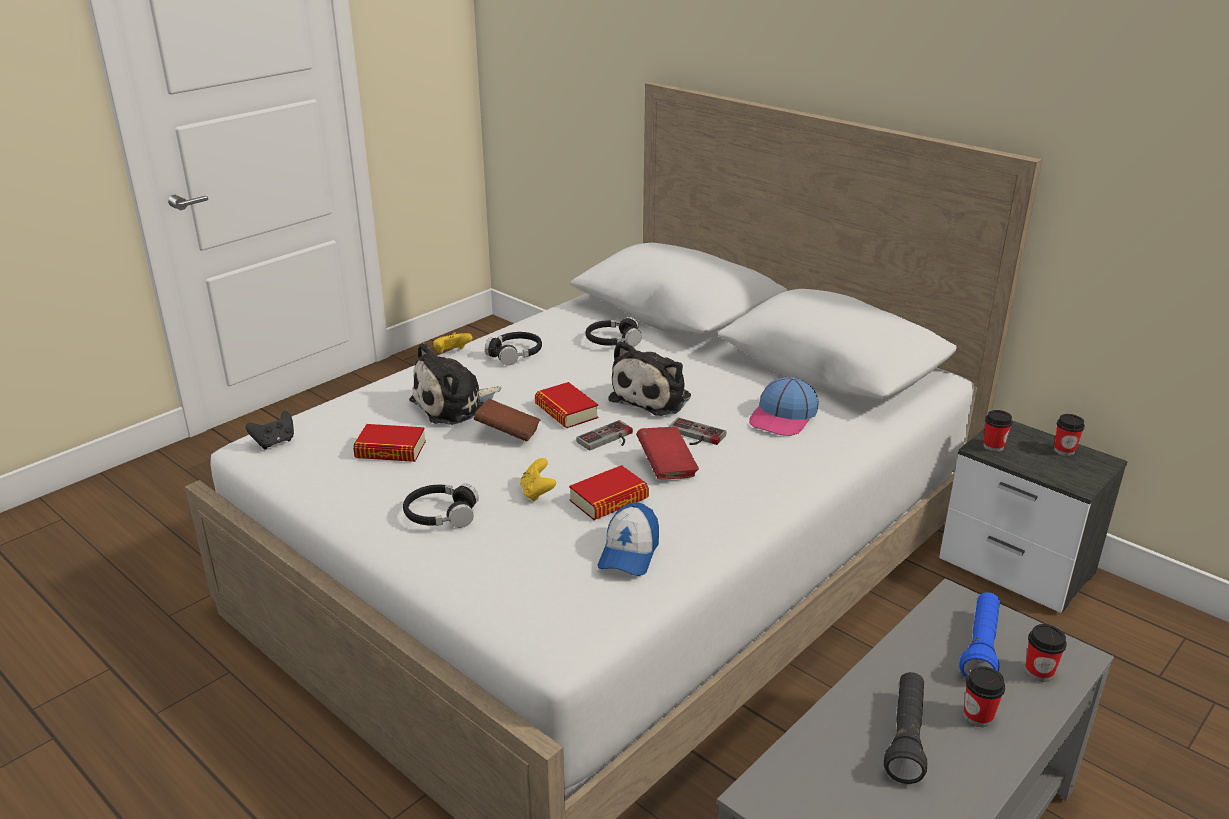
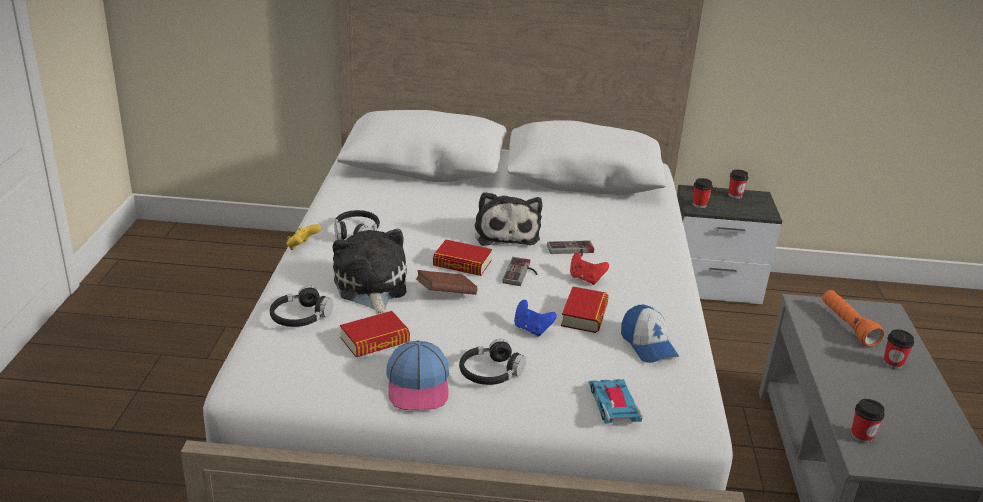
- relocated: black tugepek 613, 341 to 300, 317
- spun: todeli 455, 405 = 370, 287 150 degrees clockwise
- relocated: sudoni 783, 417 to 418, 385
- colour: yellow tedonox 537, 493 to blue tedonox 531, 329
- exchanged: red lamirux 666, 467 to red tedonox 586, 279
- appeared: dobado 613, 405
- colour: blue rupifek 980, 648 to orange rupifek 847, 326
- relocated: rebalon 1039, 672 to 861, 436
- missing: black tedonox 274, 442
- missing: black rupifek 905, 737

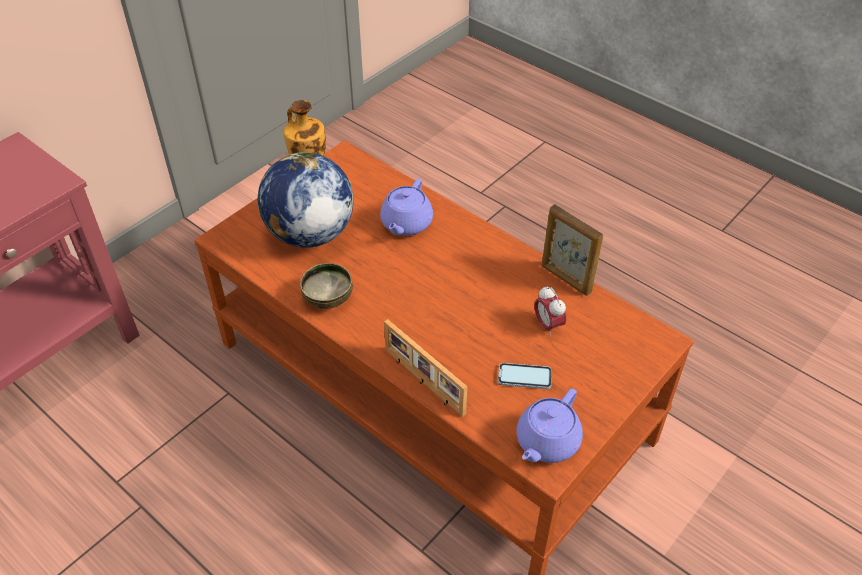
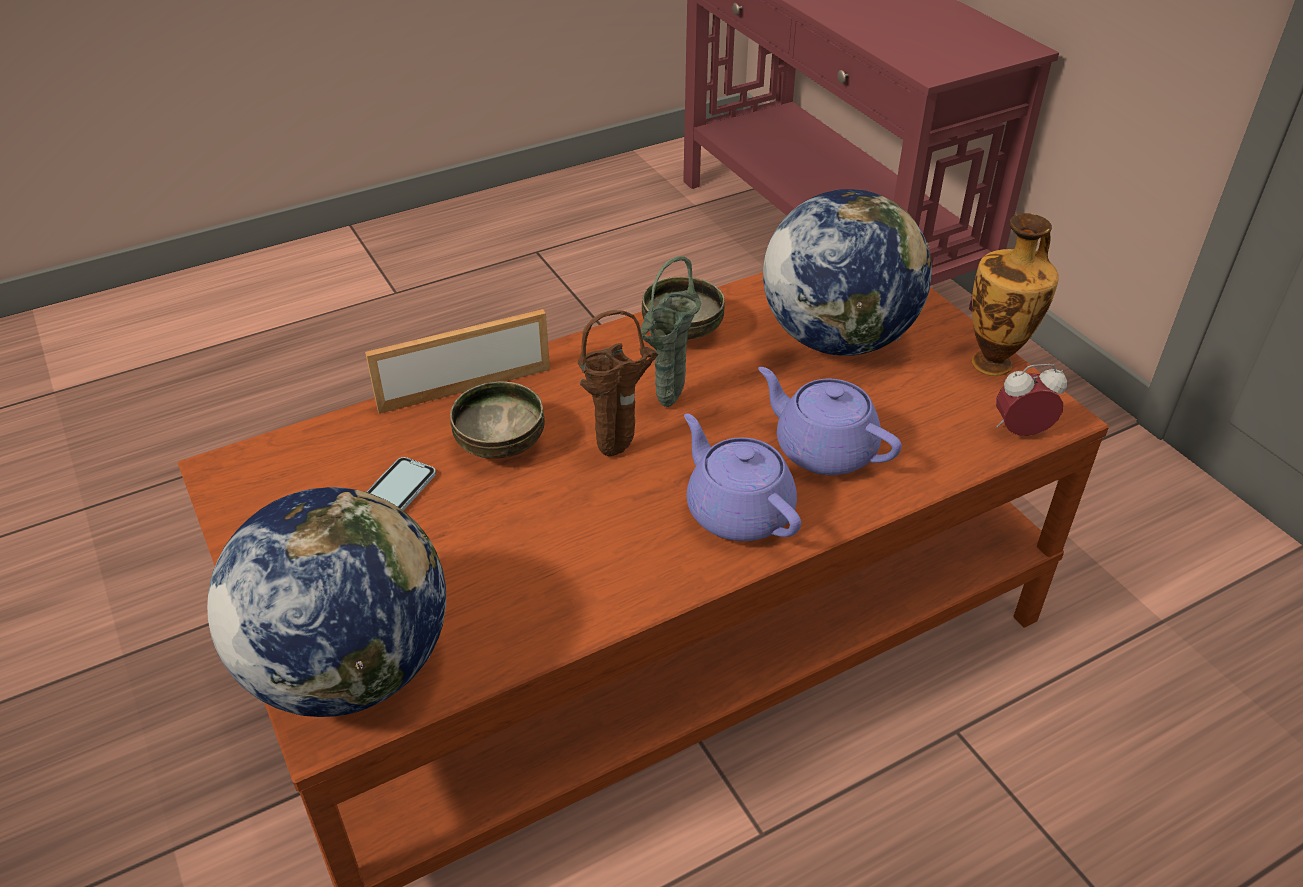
- appeared: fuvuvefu 349, 667
- appeared: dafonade 502, 445
- appeared: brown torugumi 619, 451
- appeared: green torugumi 668, 405
- relocated: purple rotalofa 546, 442 to 737, 511
- relocated: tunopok 548, 325 to 1021, 431
- missing: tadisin 565, 279

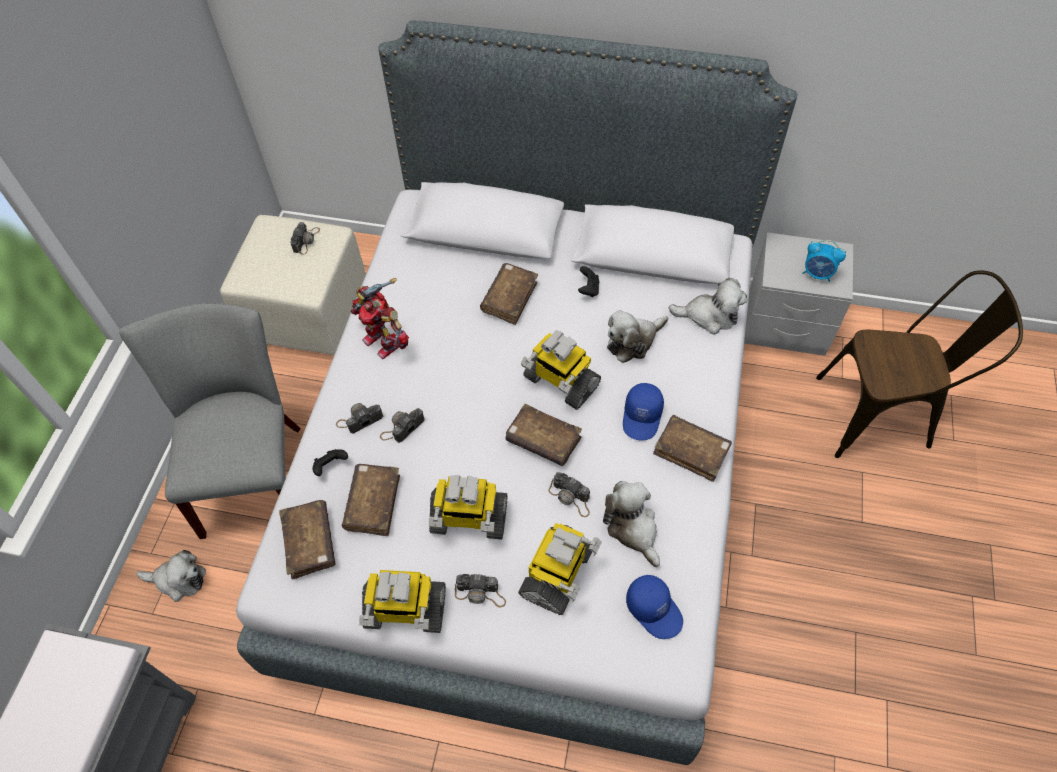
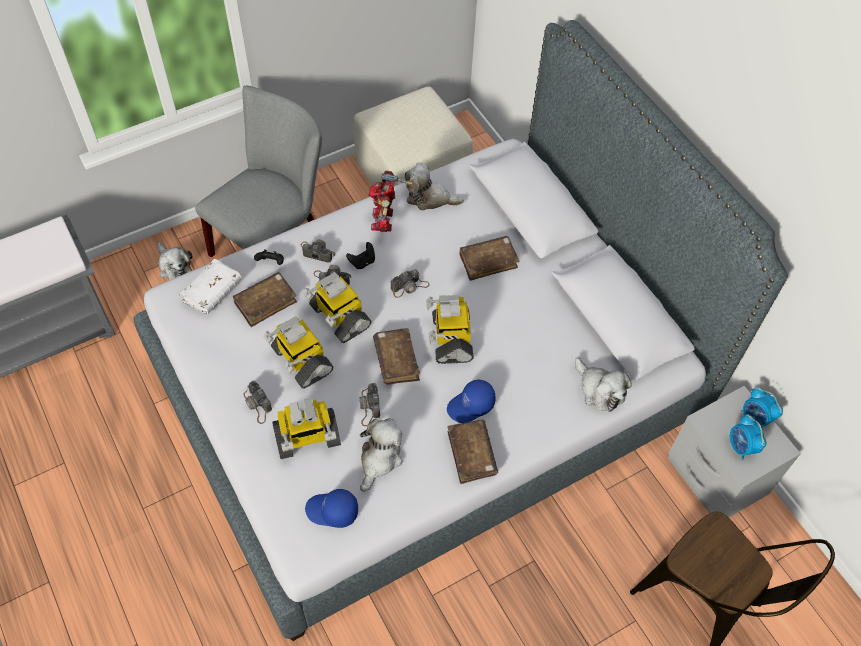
- colour: brown lamirux 310, 542 to white lamirux 212, 291
- relocated: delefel 405, 610 to 339, 317
- spun: blue sudoni 654, 609 = 332, 511 90 degrees clockwise
- relocated: black tedonox 588, 289 to 362, 262
- relocated: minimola 306, 240 to 409, 287
- relocated: todeli 633, 341 to 429, 198
- appeared: tunopok 755, 418

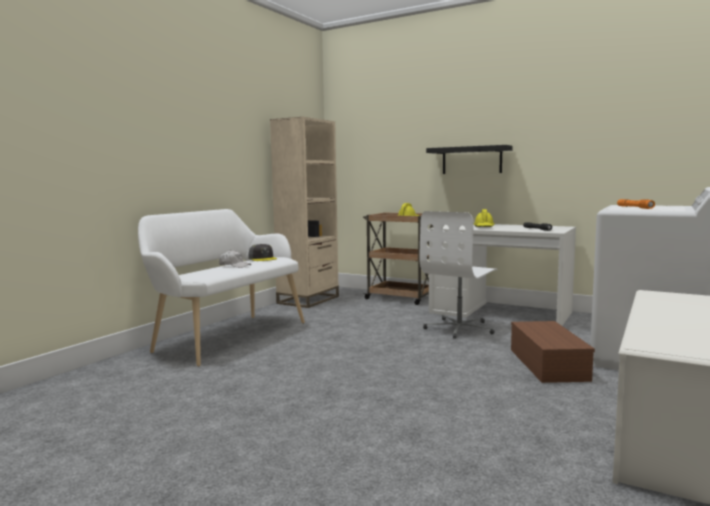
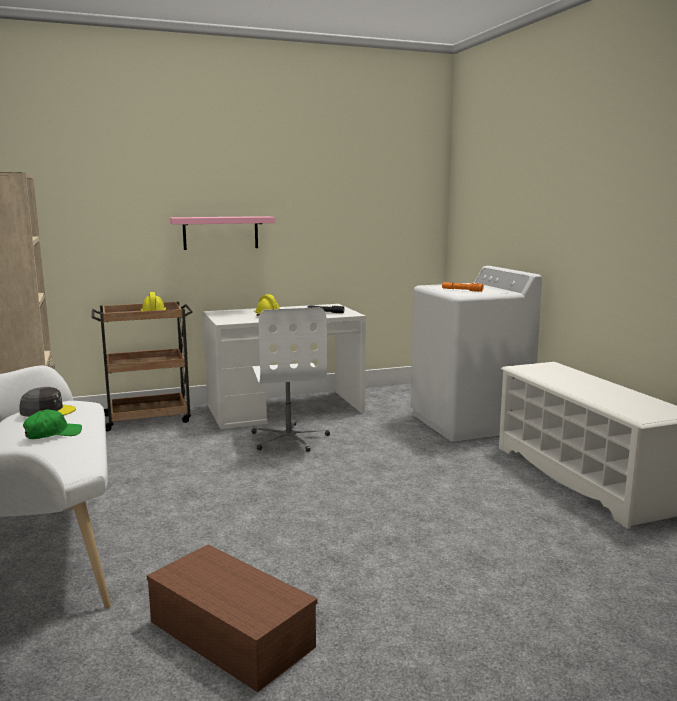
- colour: white sudoni 234, 266 to green sudoni 52, 434
- relocated: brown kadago 546, 364 to 228, 634
- colour: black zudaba 471, 160 to pink zudaba 220, 233

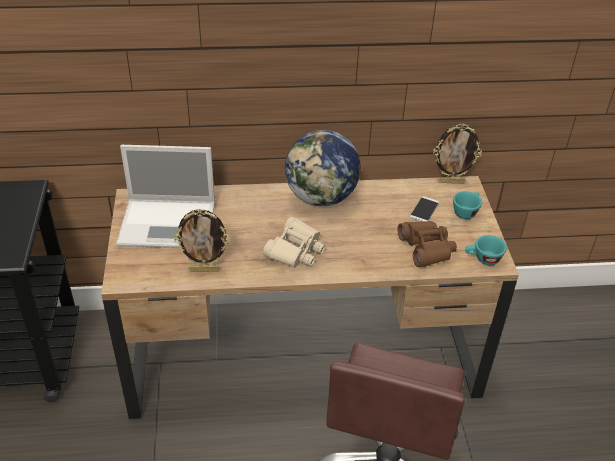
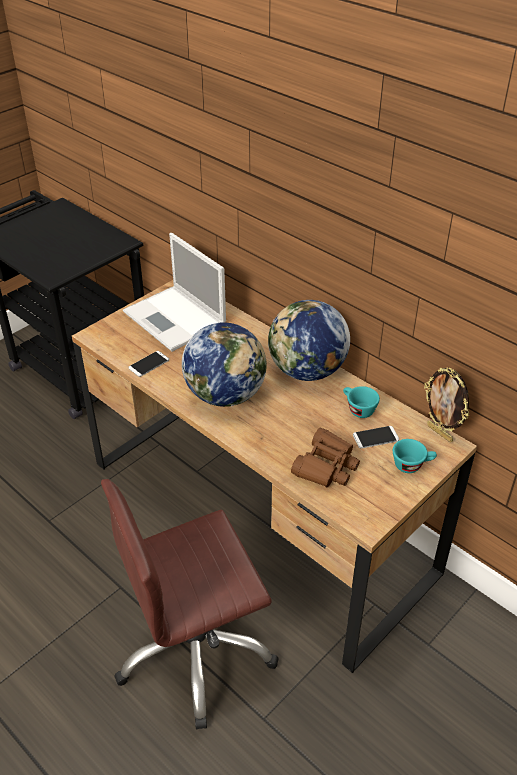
- exchanged: tadisin 205, 270 to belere 149, 364
- exchanged: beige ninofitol 295, 250 to fuvuvefu 225, 395
- relocated: turquoise rebalon 483, 259 to 357, 409

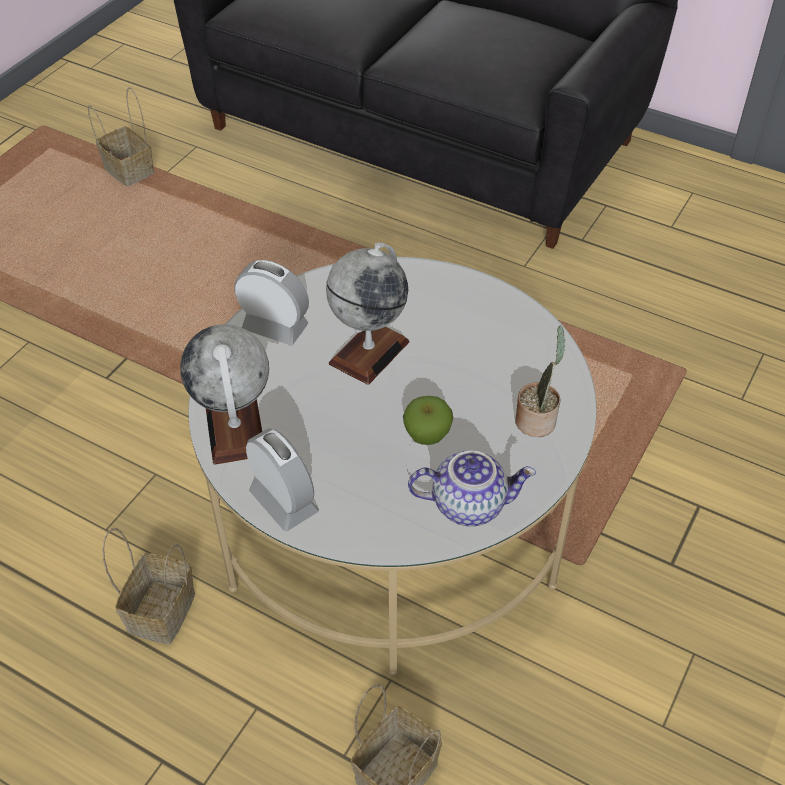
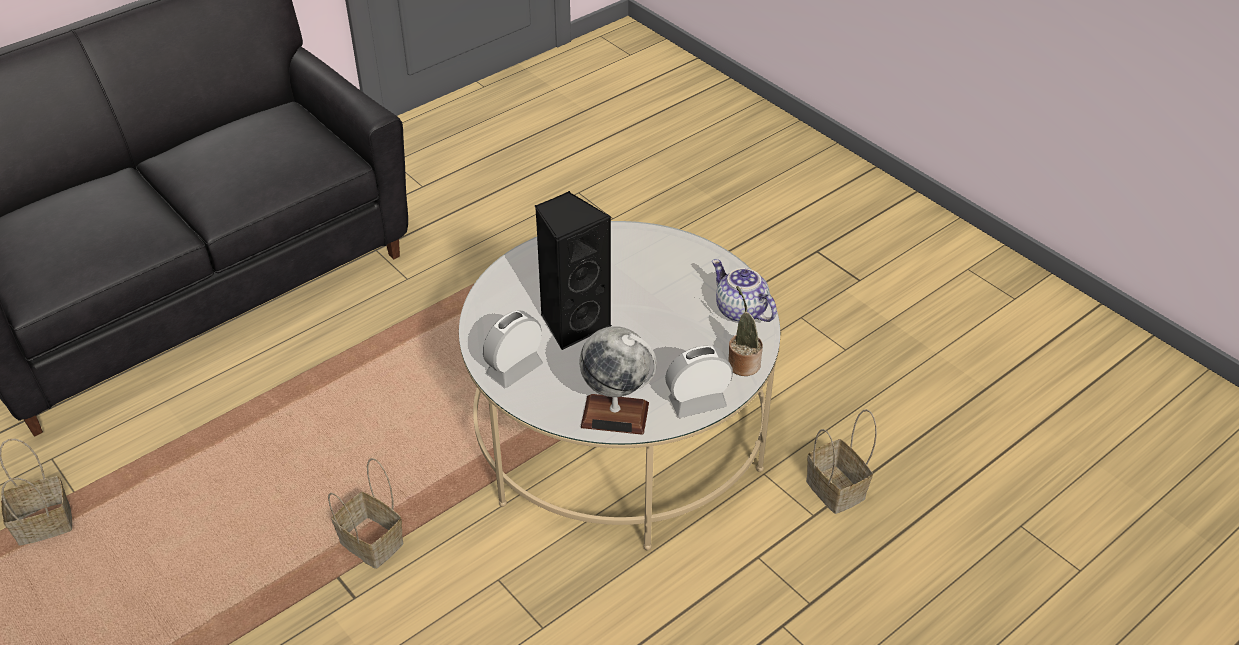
- relocated: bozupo 161, 609 to 369, 543
- exchanged: fuvuvefu 369, 352 to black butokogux 573, 323
- spun: rotalofa 469, 503 = 739, 311 60 degrees counterclockwise
- relocated: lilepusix 537, 419 to 742, 363
- missing: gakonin 427, 436

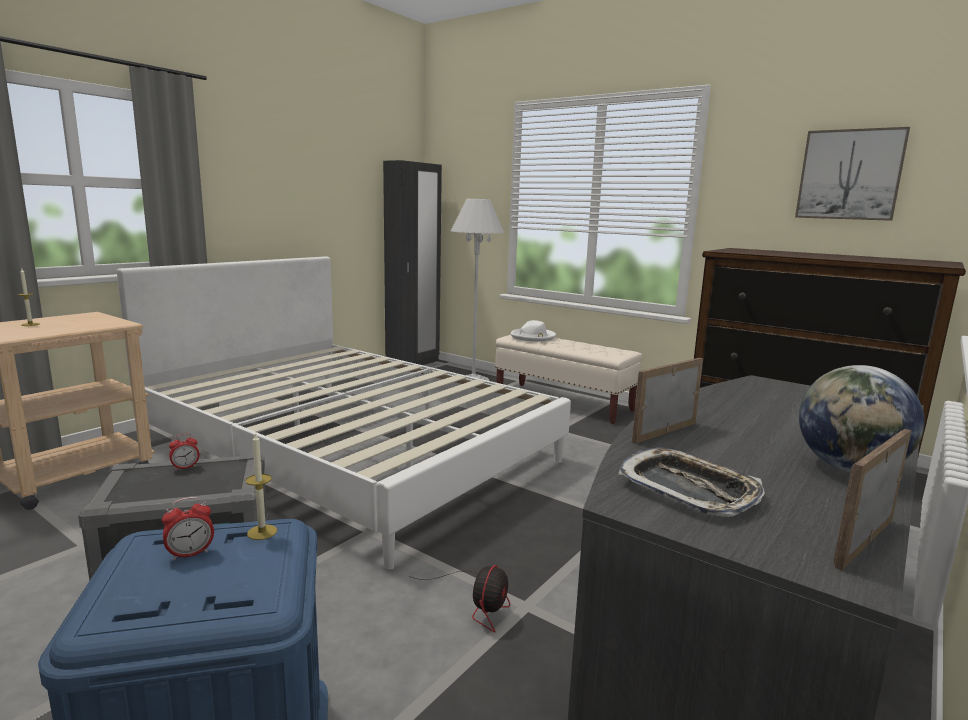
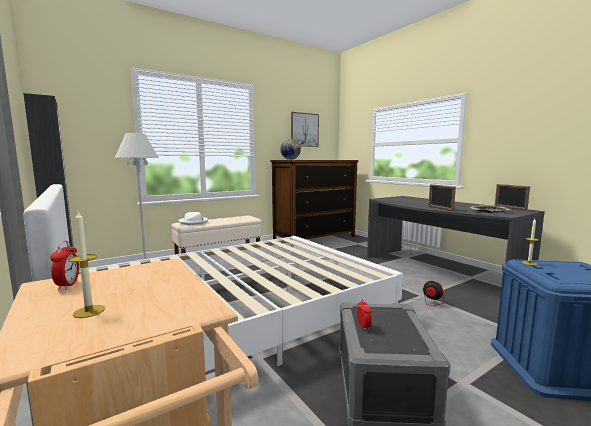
- relocated: tunopok 190, 554 to 68, 285
- relocated: fuvuvefu 849, 468 to 290, 159

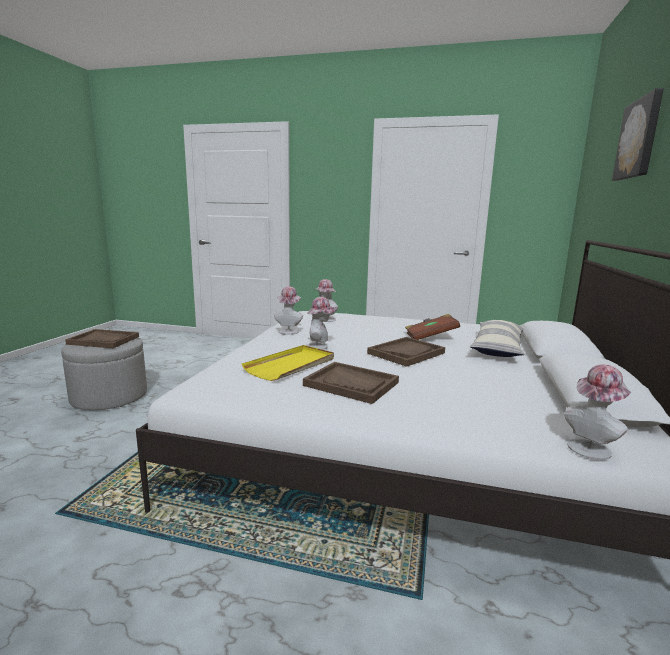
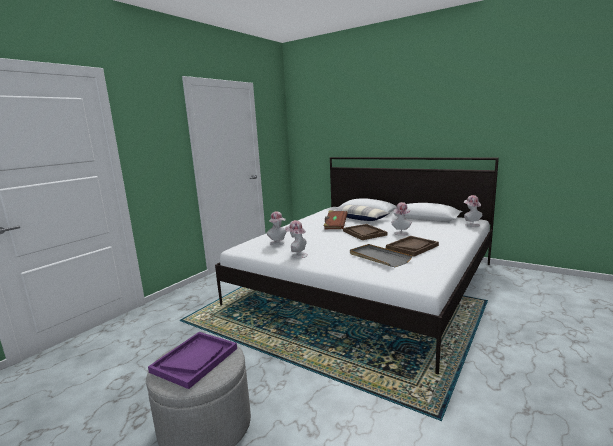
- colour: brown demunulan 104, 340 to purple demunulan 195, 360
- colour: yellow demunulan 291, 365 to grey demunulan 379, 257
- relocated: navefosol 320, 346 to 401, 233
- missing: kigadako 639, 139

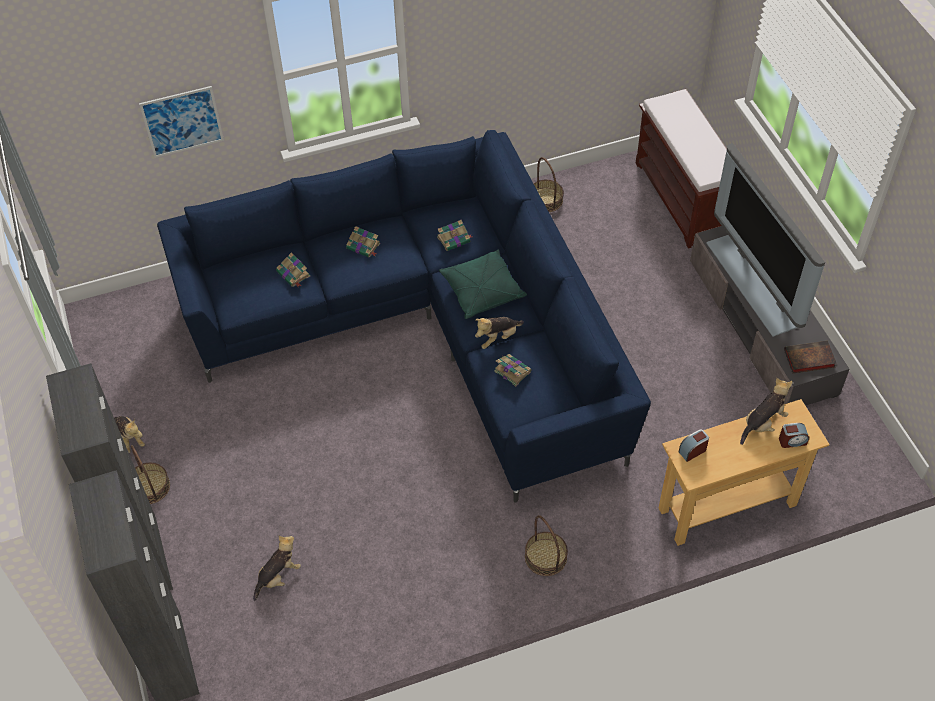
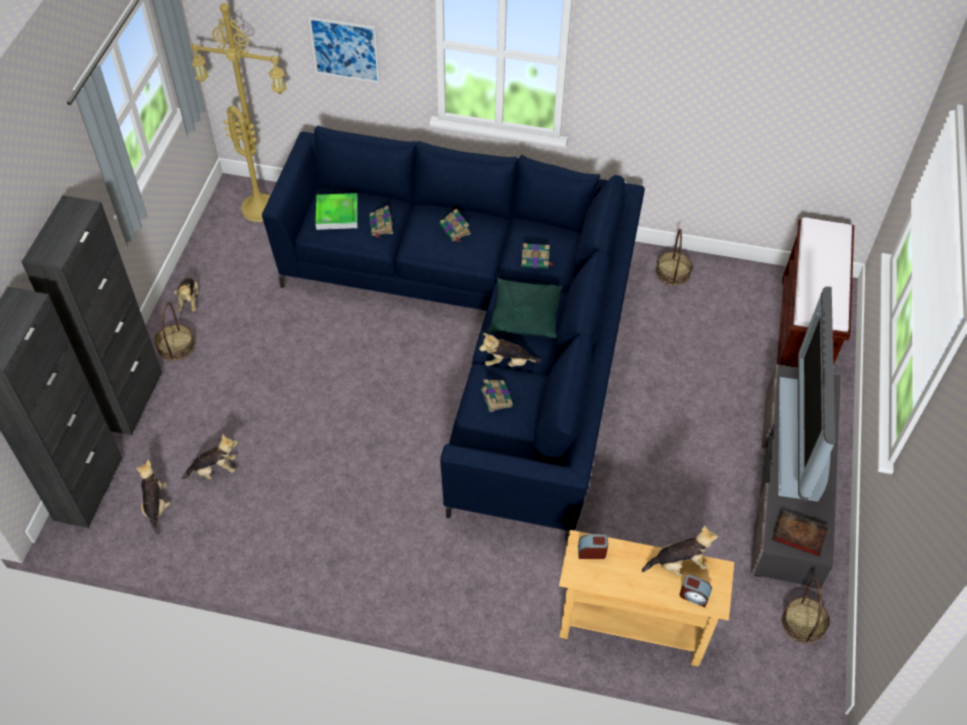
- appeared: todeli 156, 506
- appeared: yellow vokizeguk 262, 207
- appeared: demunulan 337, 214
- relocated: bozupo 546, 557 to 803, 623

